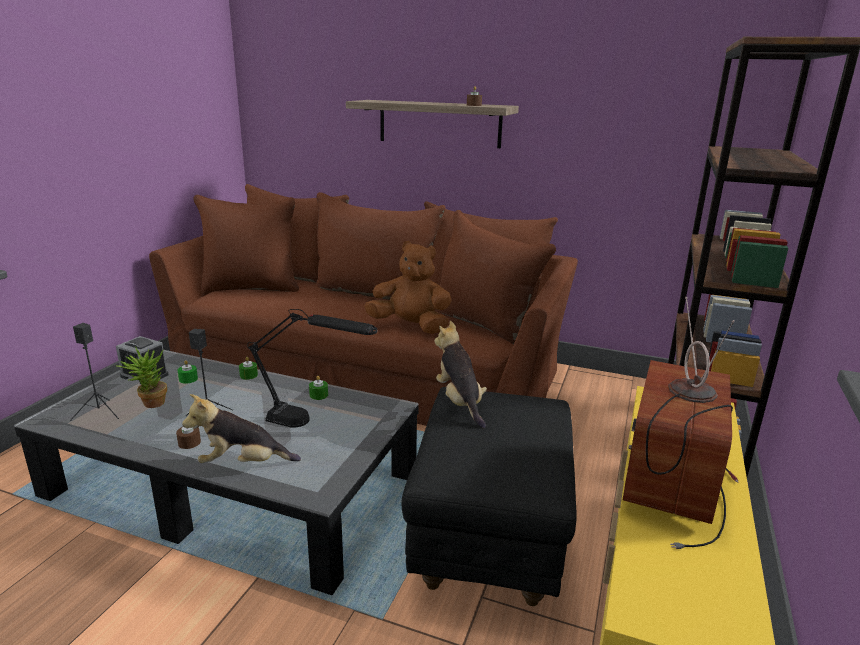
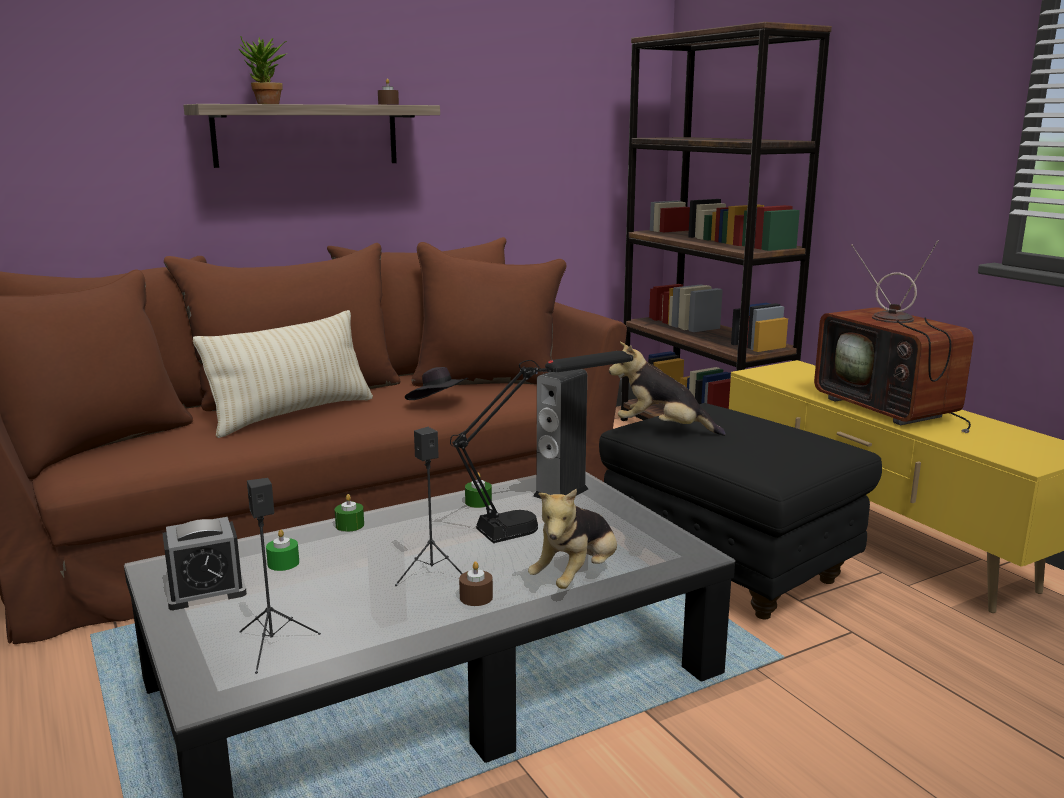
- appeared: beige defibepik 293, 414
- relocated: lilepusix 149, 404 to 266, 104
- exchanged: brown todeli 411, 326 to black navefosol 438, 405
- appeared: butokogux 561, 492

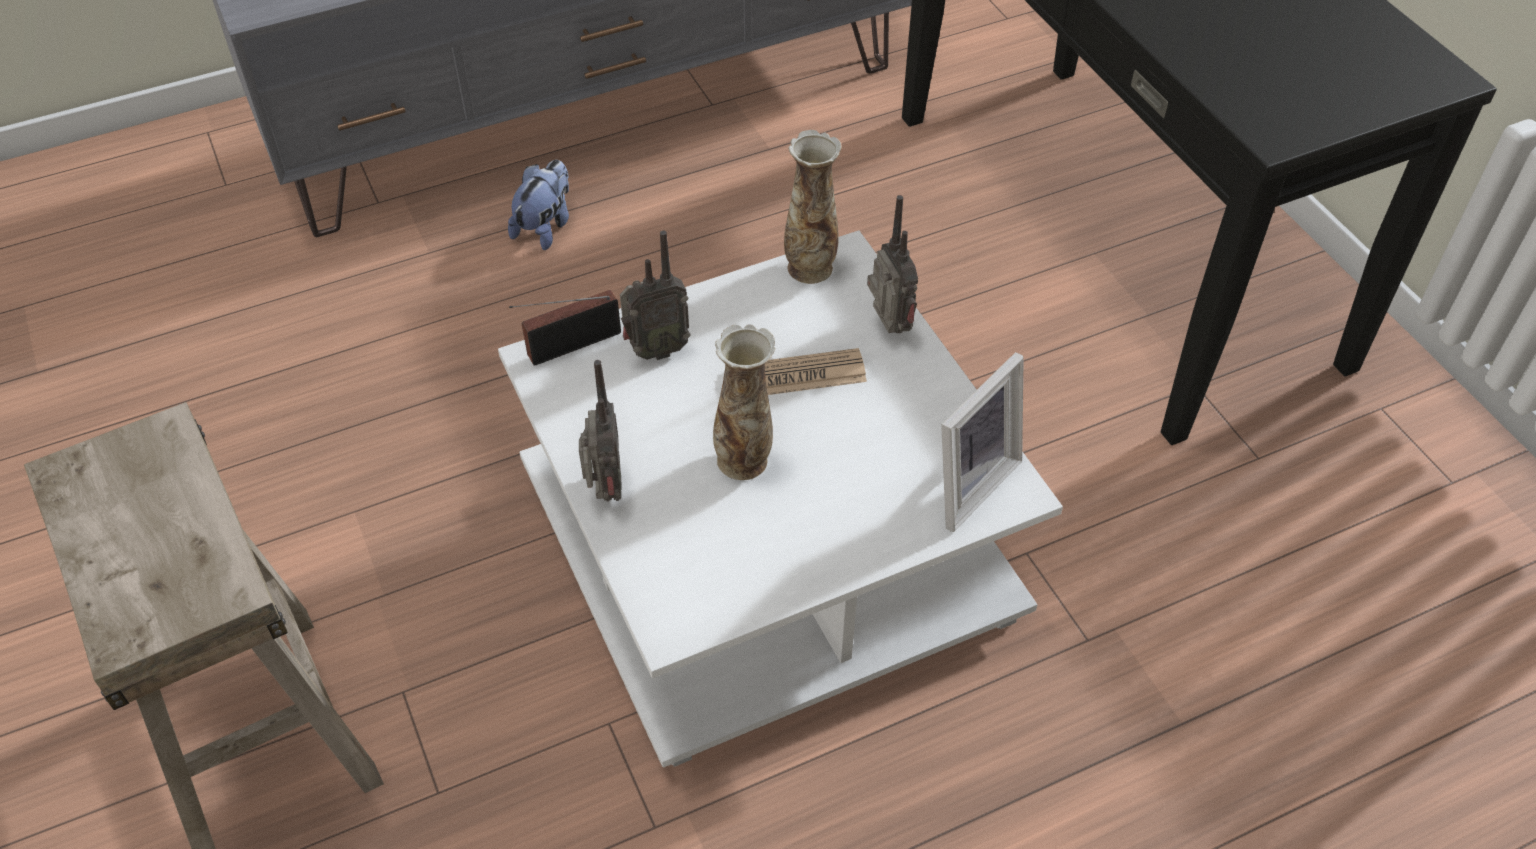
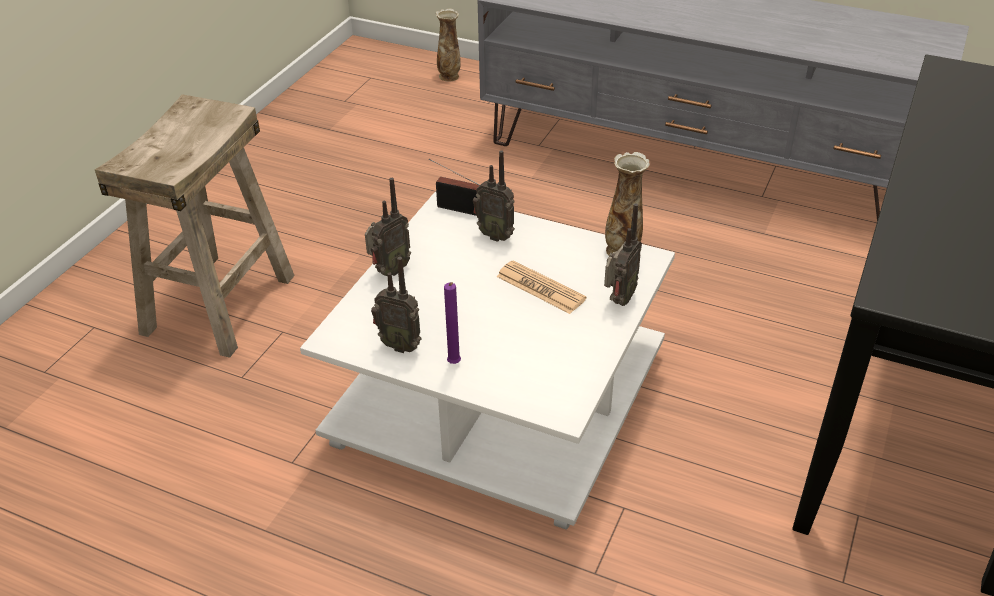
- appeared: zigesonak 400, 345
- relocated: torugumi 744, 460 to 449, 76
- appeared: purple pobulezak 454, 365
- missing: todeli 545, 227
- missing: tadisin 966, 482

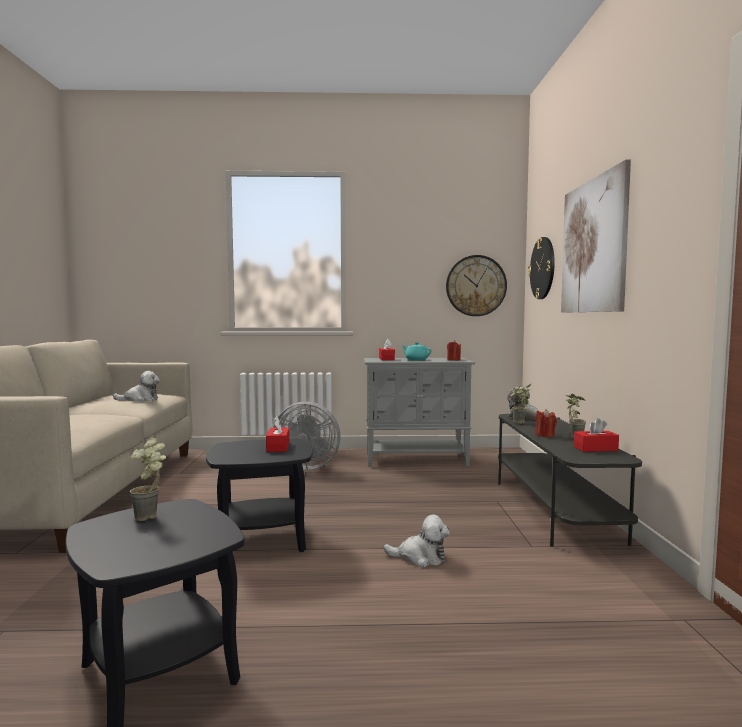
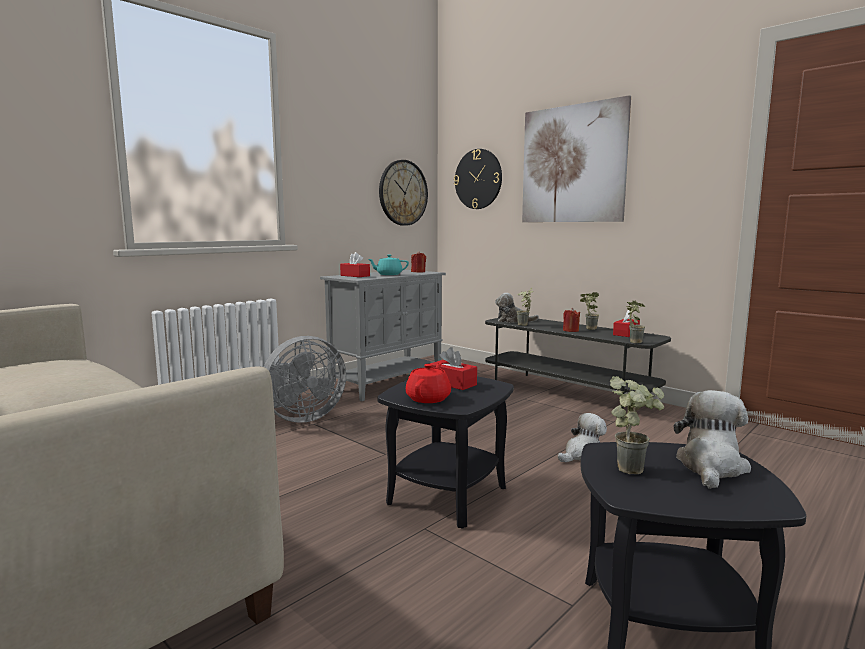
- appeared: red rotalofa 429, 398
- appeared: lilepusix 632, 341
- relocated: todeli 140, 399 to 710, 466

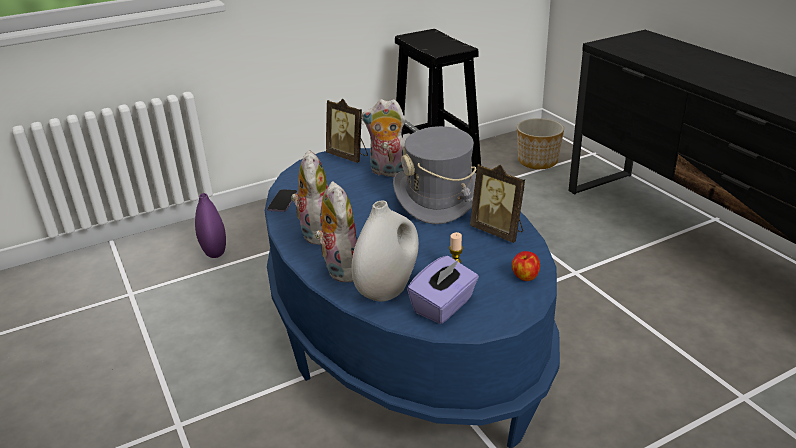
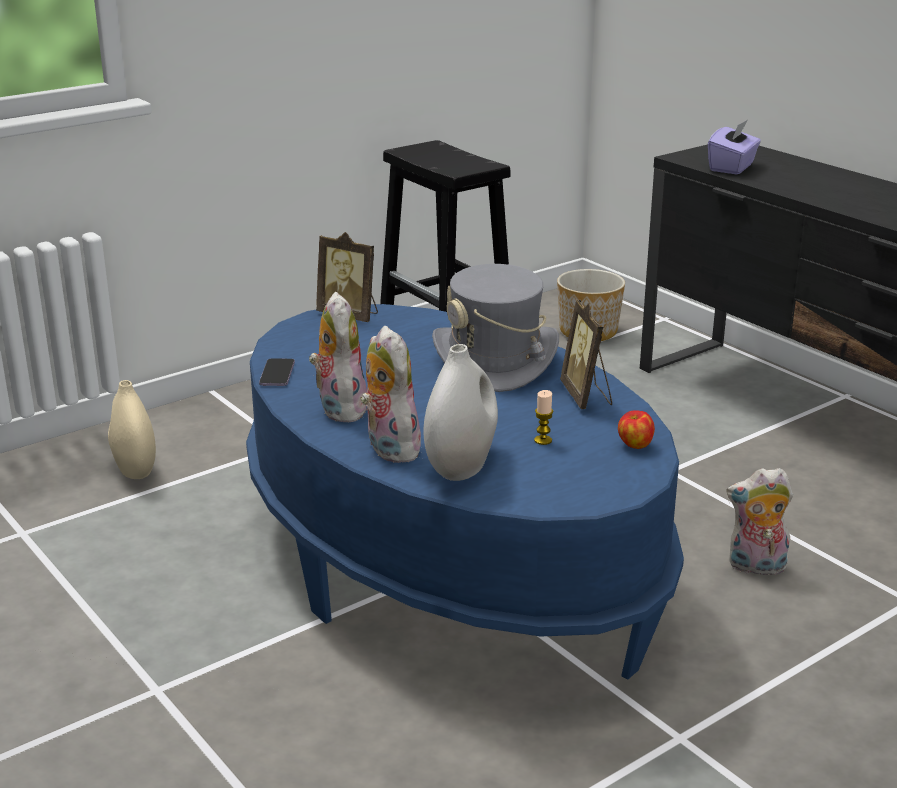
- colour: purple torugumi 214, 250 to beige torugumi 135, 469
- spun: tadisin 498, 231 = 586, 396 45 degrees clockwise
- relocated: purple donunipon 444, 306 to 732, 167
- relocated: todeli 388, 172 to 755, 567

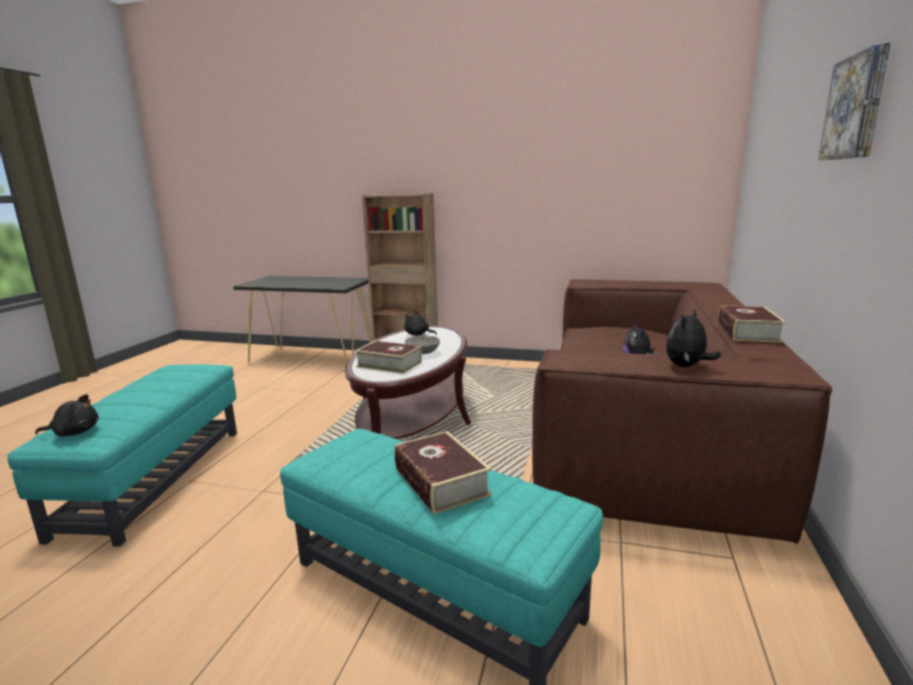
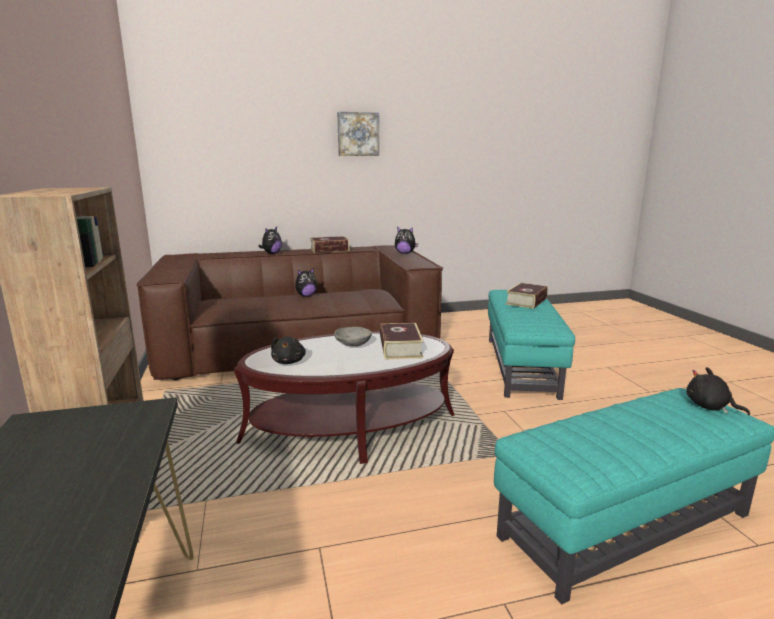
- appeared: todeli 271, 253

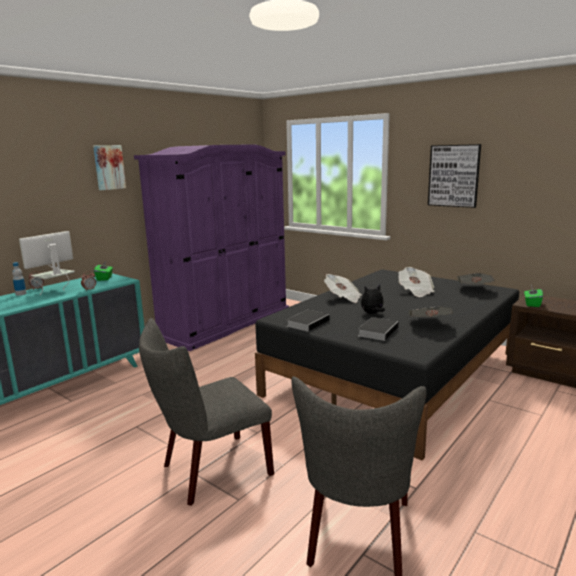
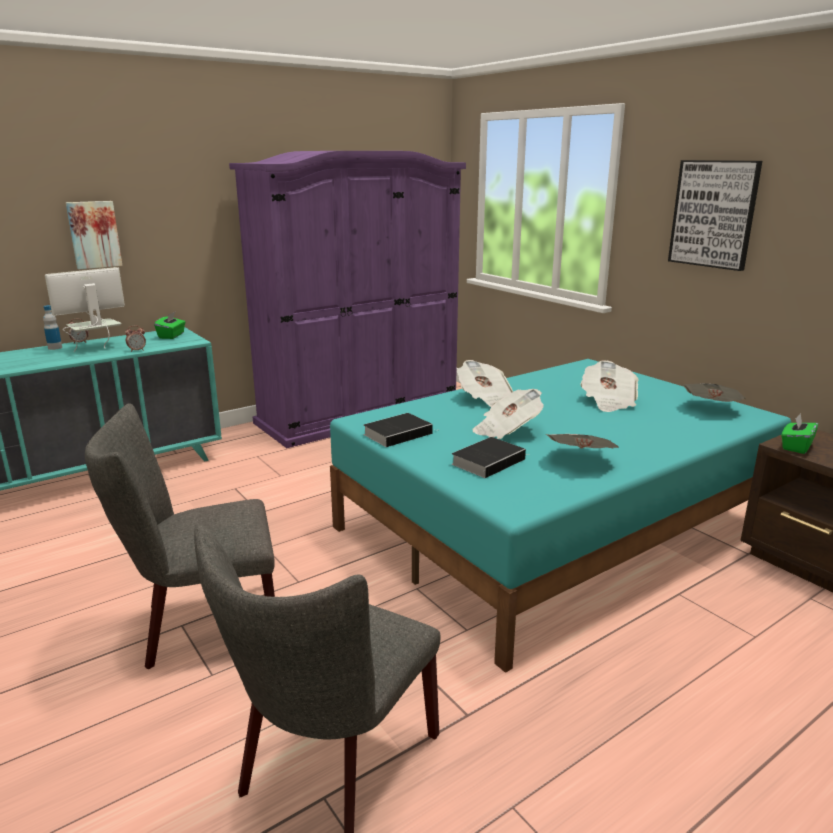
- relocated: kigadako 109, 167 to 94, 234
- colour: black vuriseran 395, 374 to turquoise vuriseran 554, 526
- exchanged: todeli 372, 313 to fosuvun 506, 430

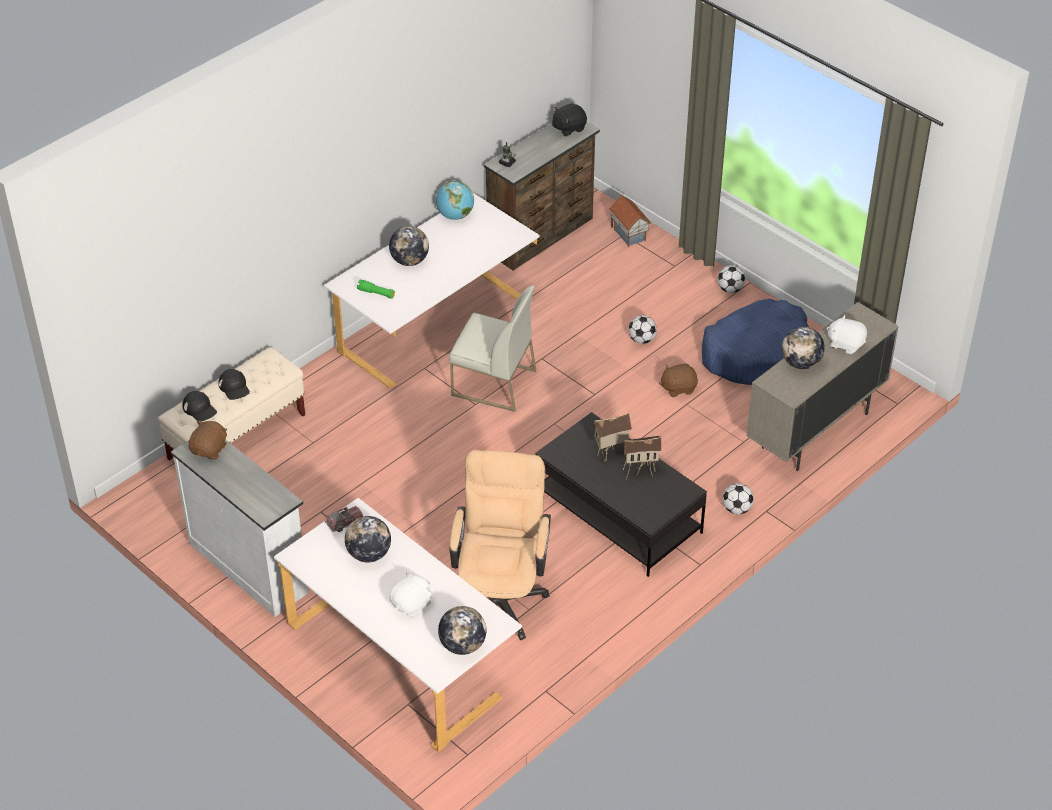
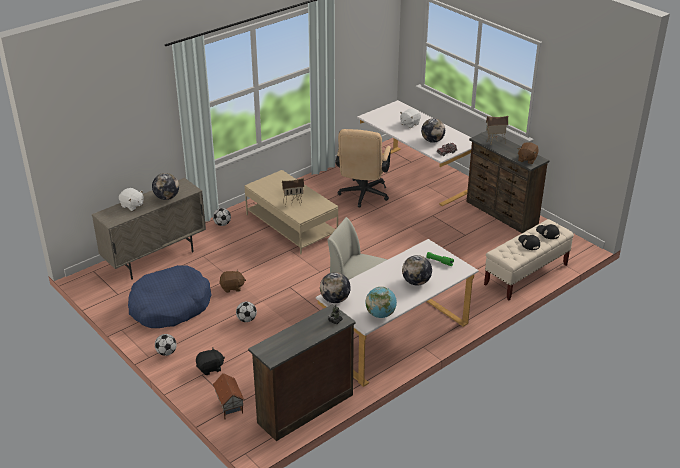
- relocated: black todeli 568, 128 to 210, 368
- colour: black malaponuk 618, 513 to beige malaponuk 291, 225
- relocated: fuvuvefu 462, 645 to 335, 299
- colour: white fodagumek 249, 566 to brown fodagumek 501, 213
- relocated: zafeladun 640, 470 to 495, 142

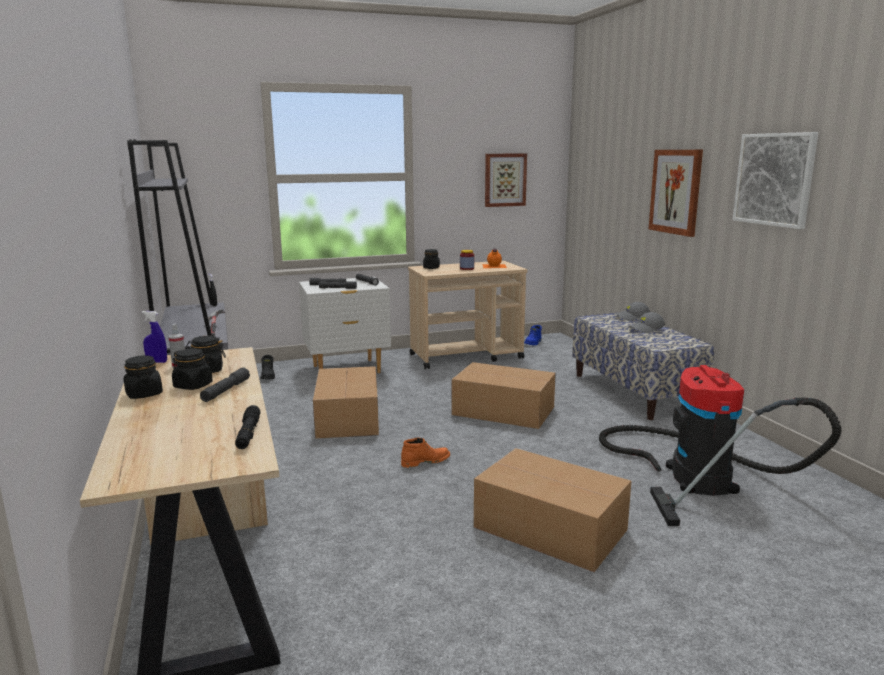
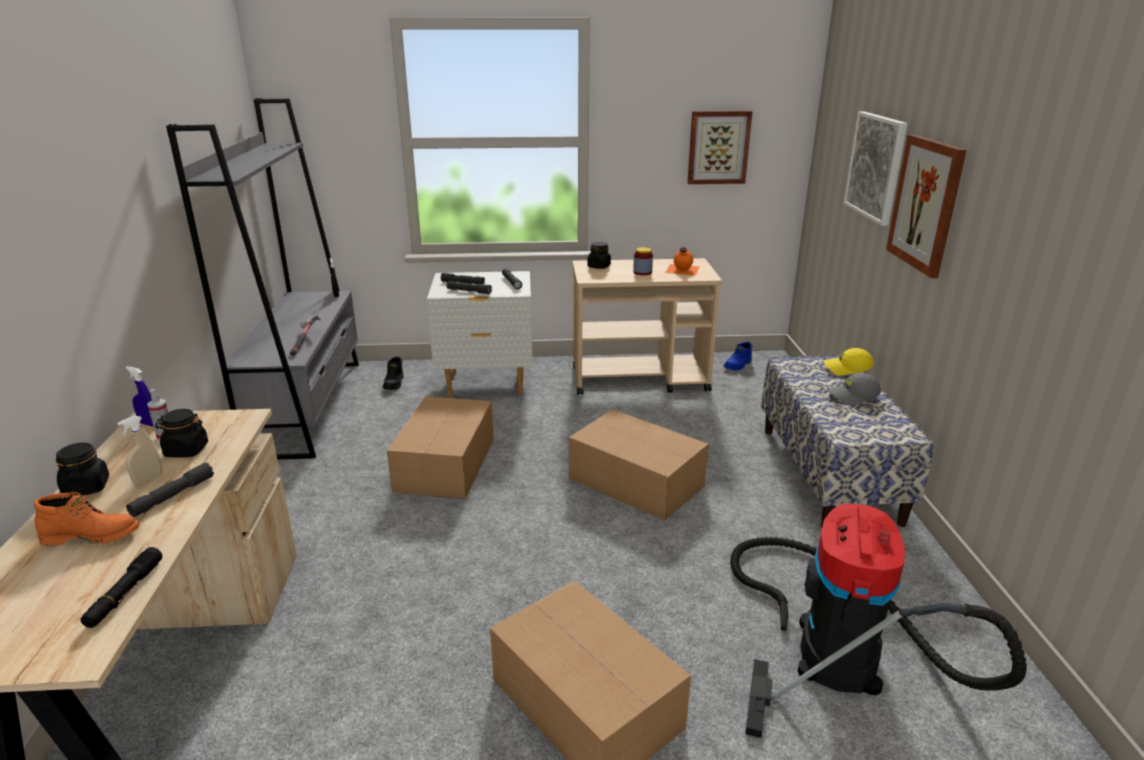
- relocated: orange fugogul 425, 461 to 92, 536
- exchanged: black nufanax 193, 386 to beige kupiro 148, 479
- colour: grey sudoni 632, 317 to yellow sudoni 847, 369
- relocated: kigadako 774, 179 to 876, 166

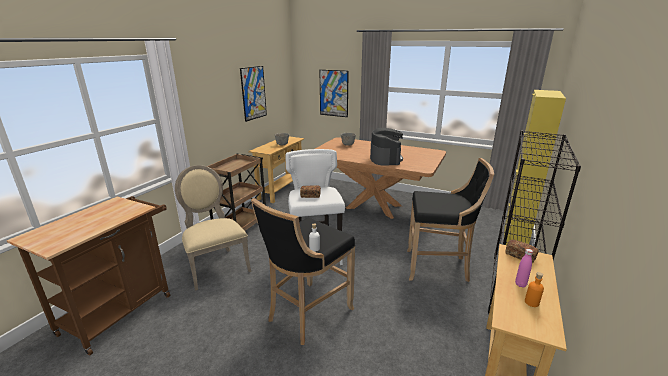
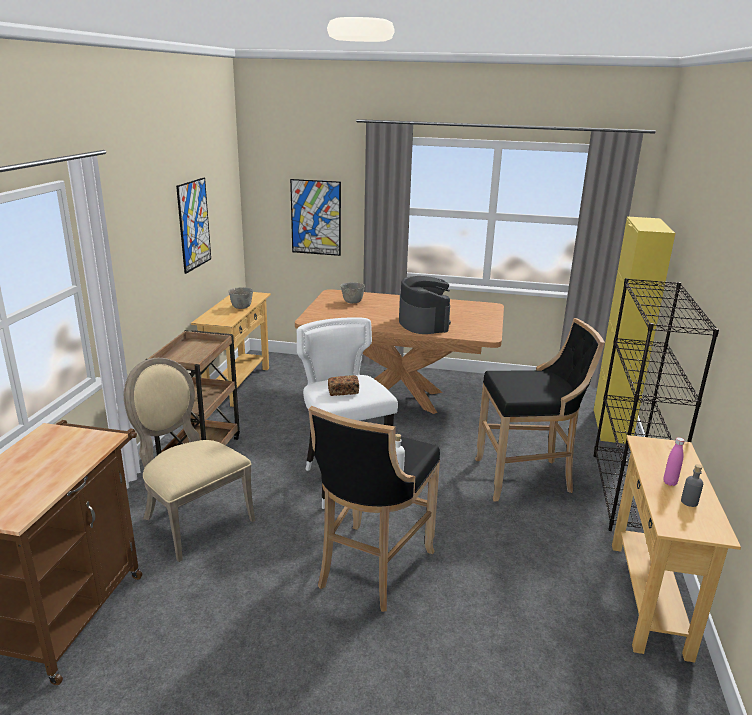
- colour: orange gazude 531, 302 to grey gazude 689, 502
- missing: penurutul 520, 256

